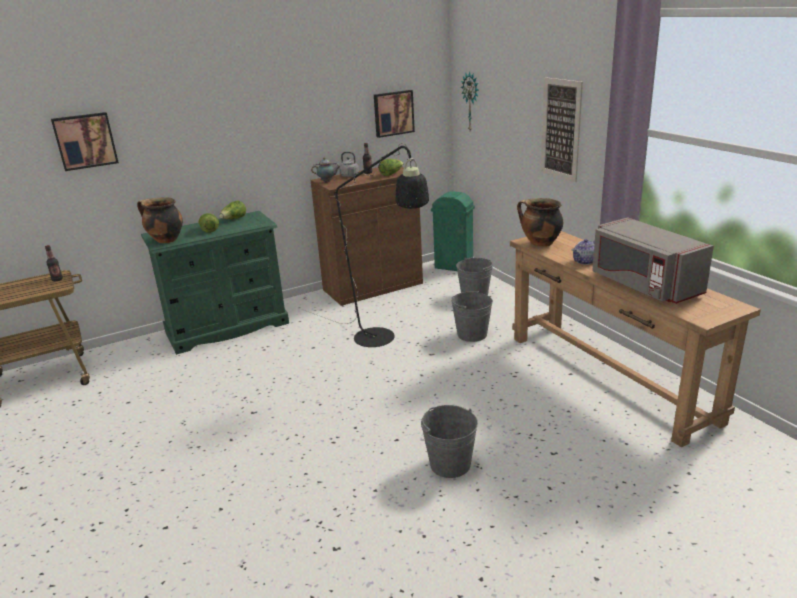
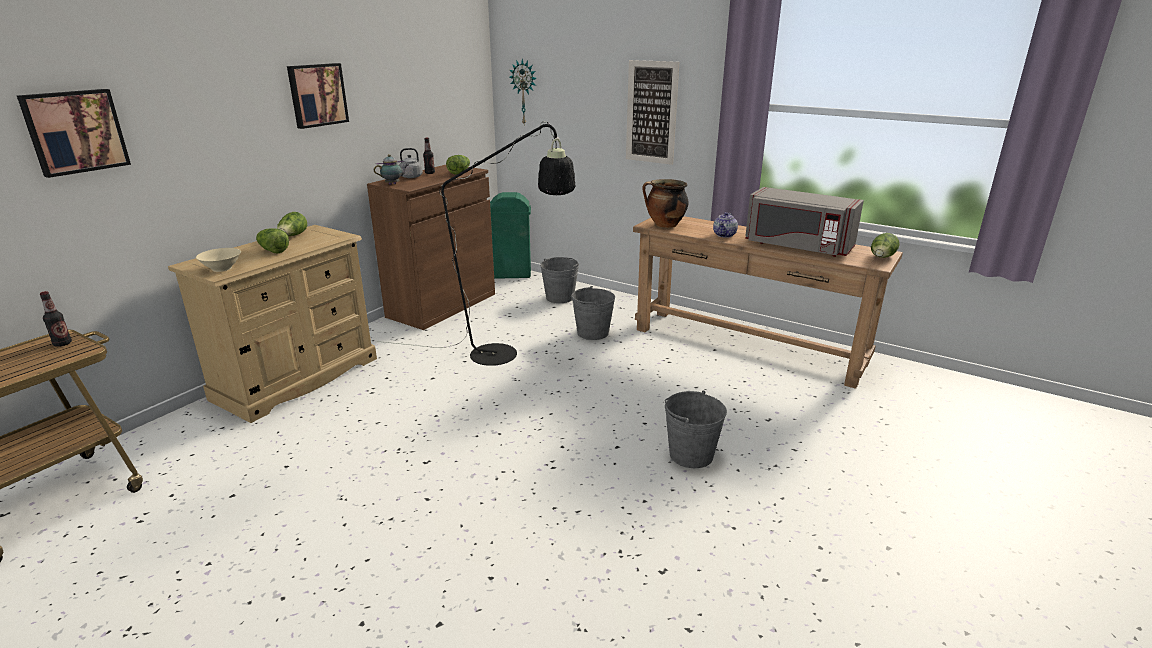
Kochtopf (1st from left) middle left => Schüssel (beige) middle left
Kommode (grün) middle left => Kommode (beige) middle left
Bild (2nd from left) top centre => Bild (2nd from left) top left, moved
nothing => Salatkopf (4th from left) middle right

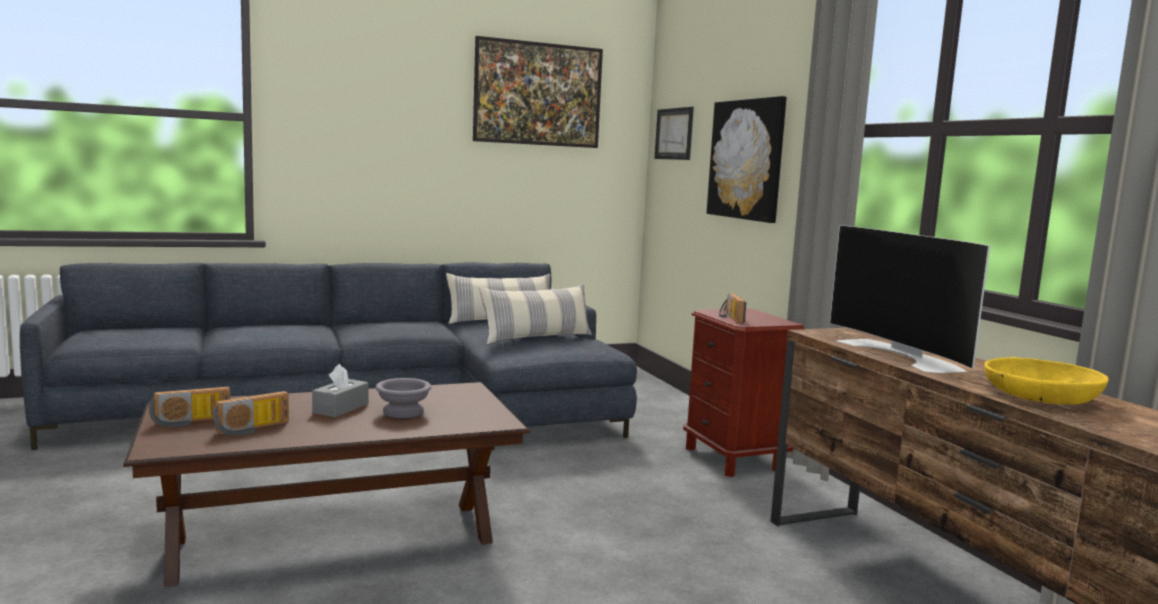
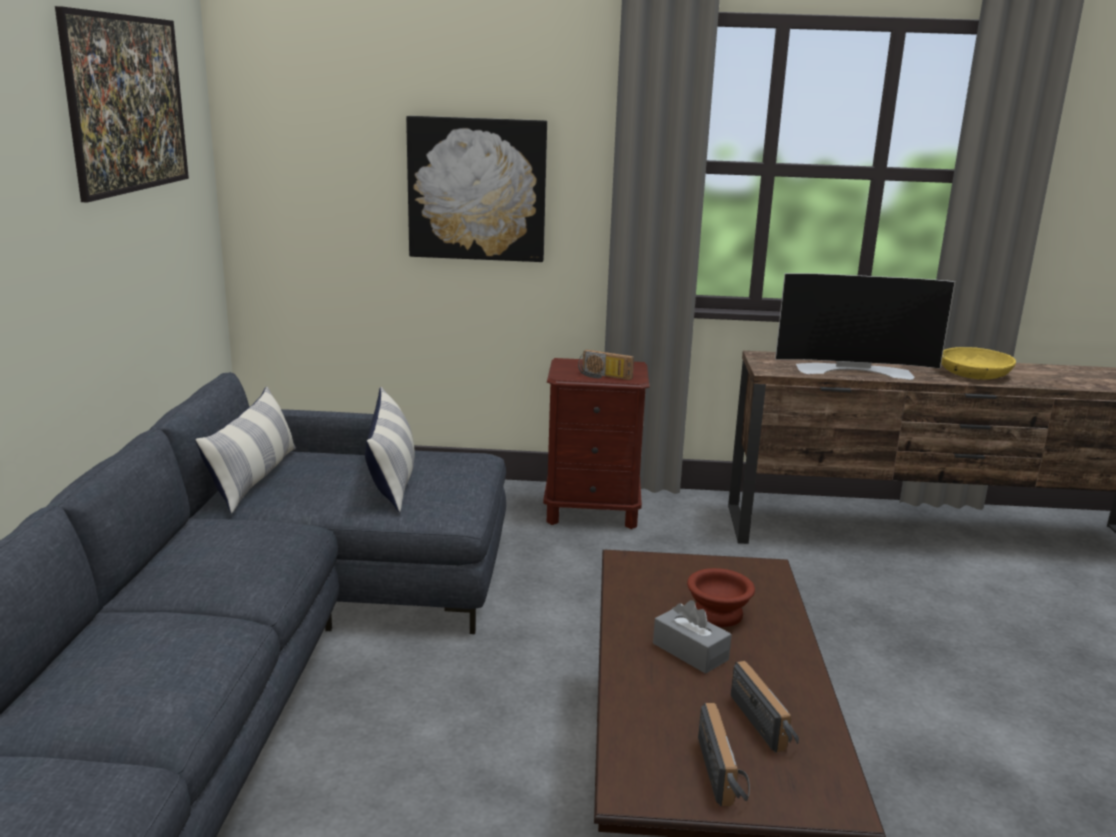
Schüssel (grau) centre => Schüssel (braun) bottom centre
Bild (2nd from left) top centre => nothing

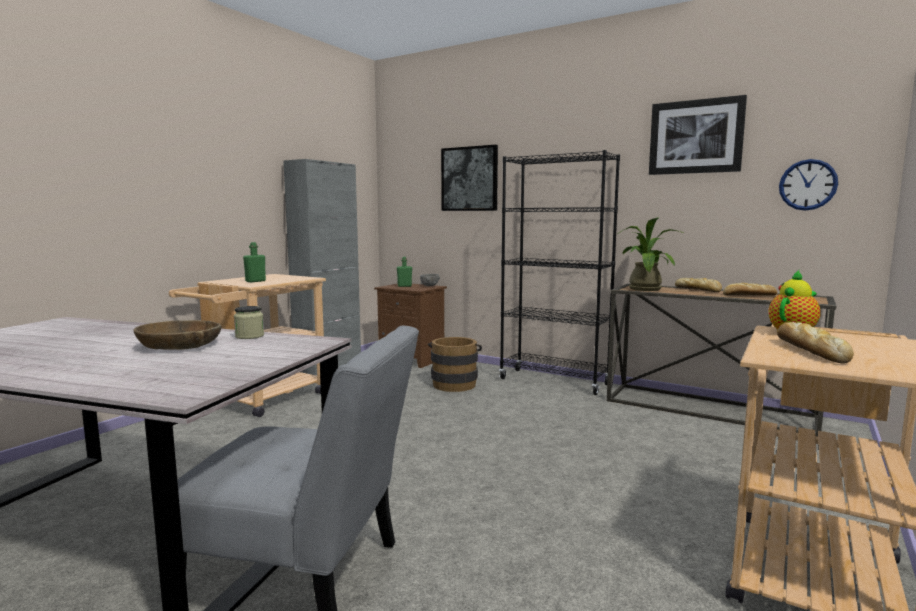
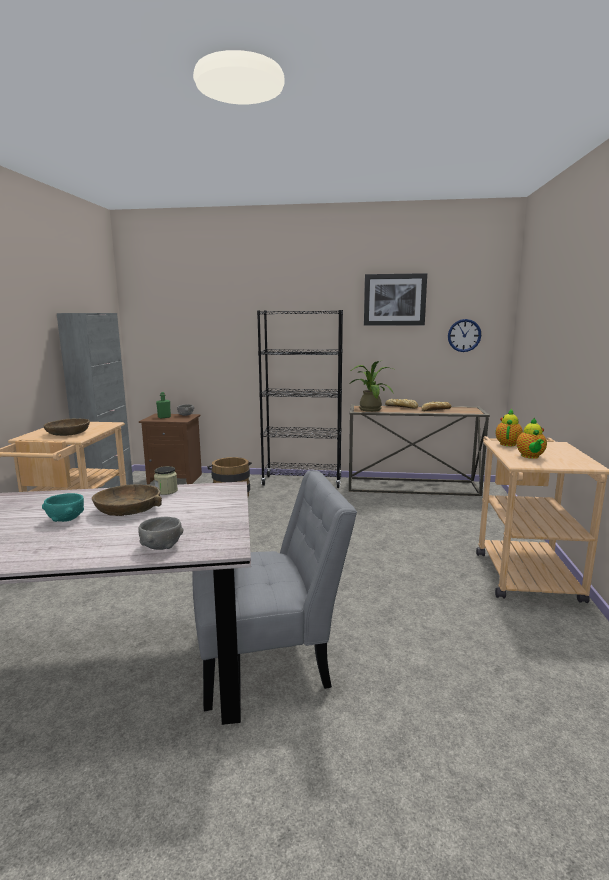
Flasche (grün) (1st from left) middle left => Schüssel (braun) (1st from left) middle left
Bild (1st from left) top centre => nothing
Brot (3rd from left) middle right => Teekanne (2nd from left) middle right
nothing => Schüssel (türkis) middle left
nothing => Schüssel (grau) (1st from left) middle left

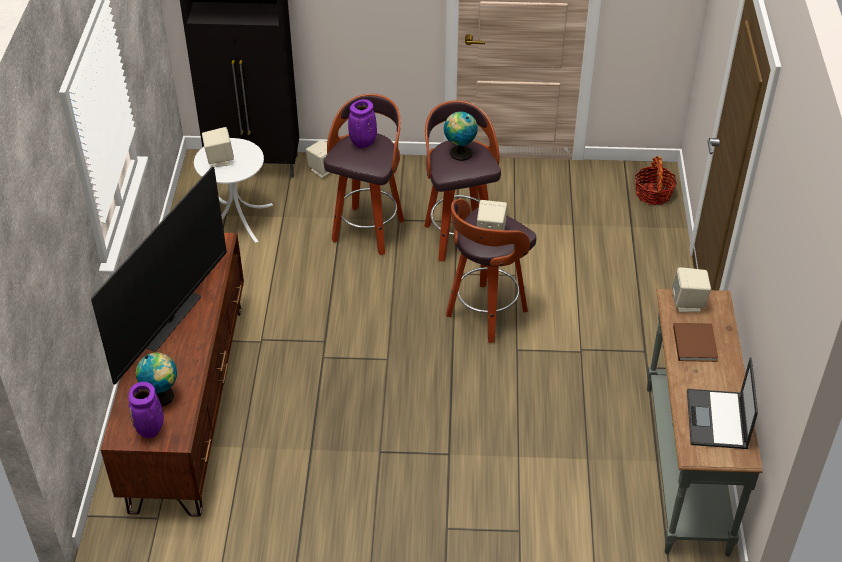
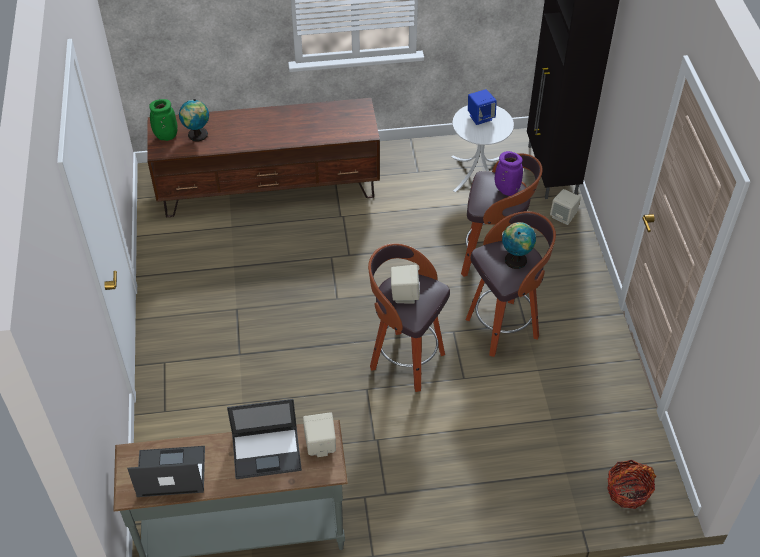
Fernseher middle left => nothing
Vase (lila) (1st from left) bottom left => Vase (grün) top left
Lautsprecher (beige) (1st from left) top left => Lautsprecher (blau) top centre
Buch (braun) middle right => Laptop (2nd from left) bottom centre

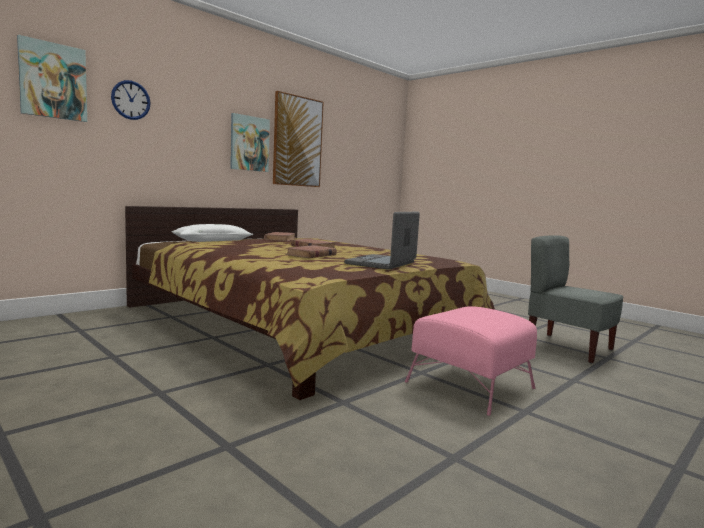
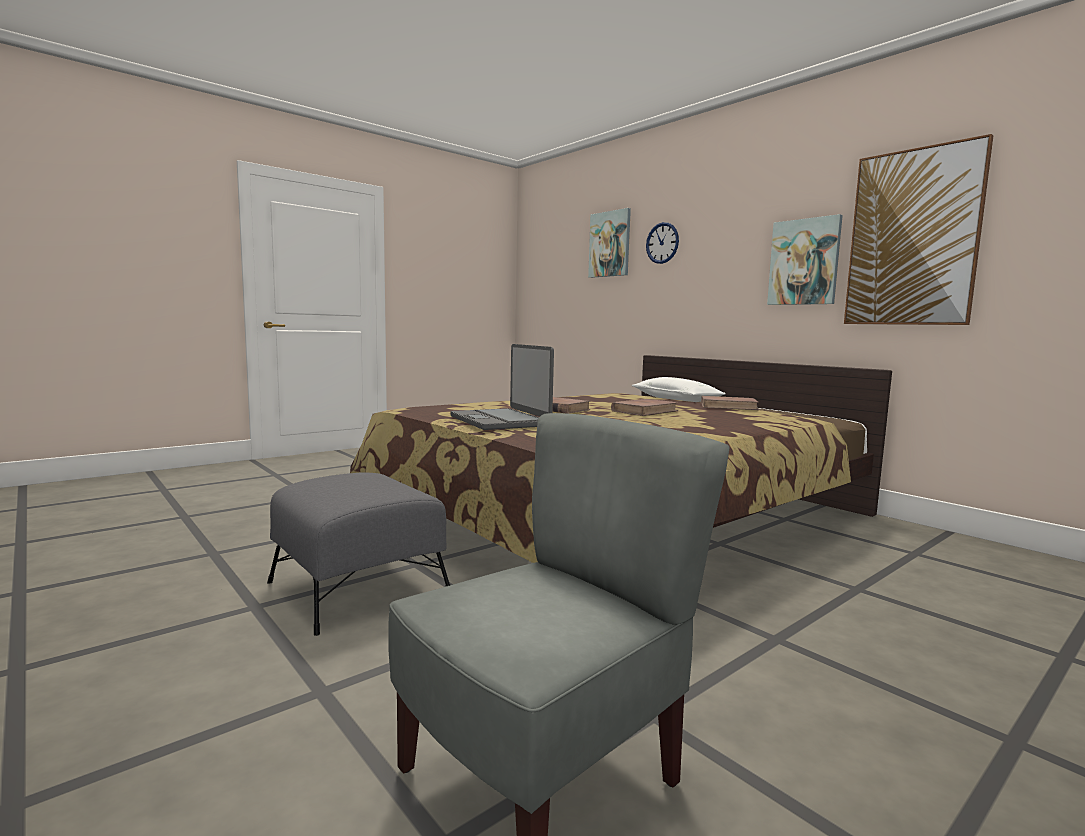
Laptop centre, 150 degrees counterclockwise
Polsterhocker (rosa) bottom right => Polsterhocker (grau) middle left

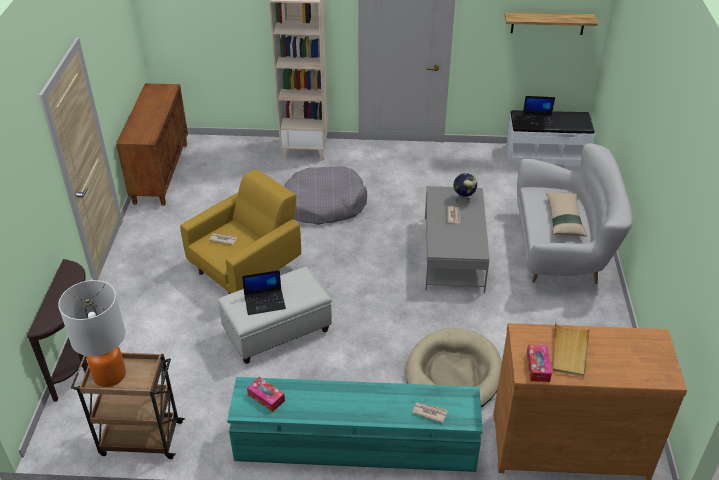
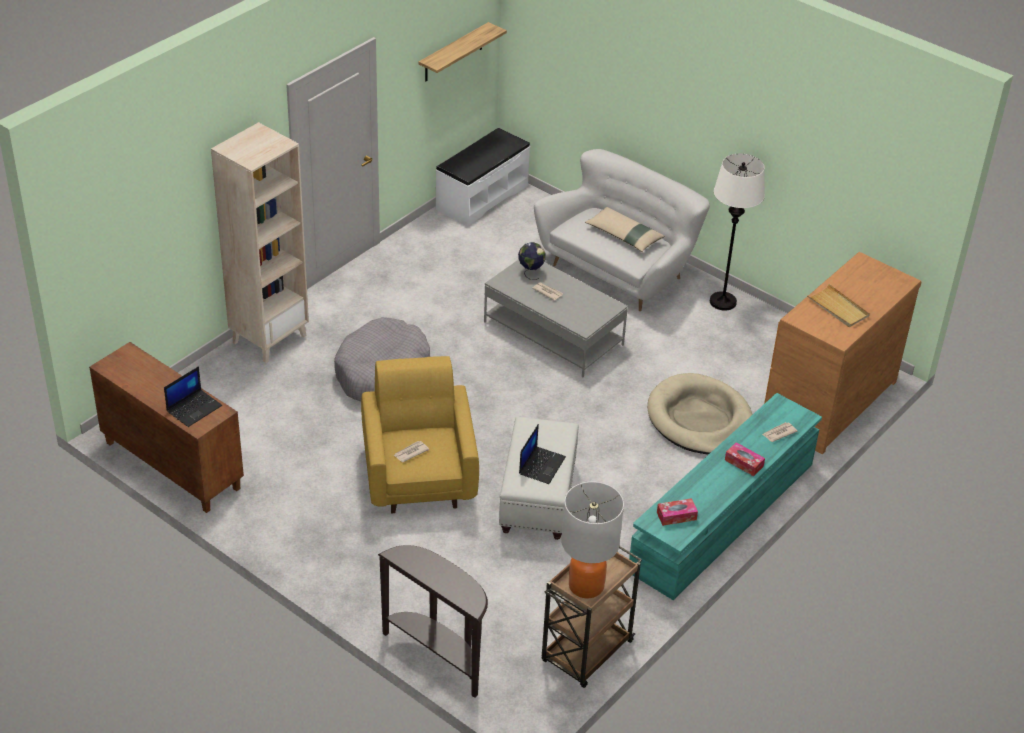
Laptop (2nd from left in the first image) top right => Laptop (1st from left) middle left, moved
Taschentuchbox (2nd from left) bottom right => Taschentuchbox (2nd from left) middle right, moved
nothing => Stehlampe (weiß) top right

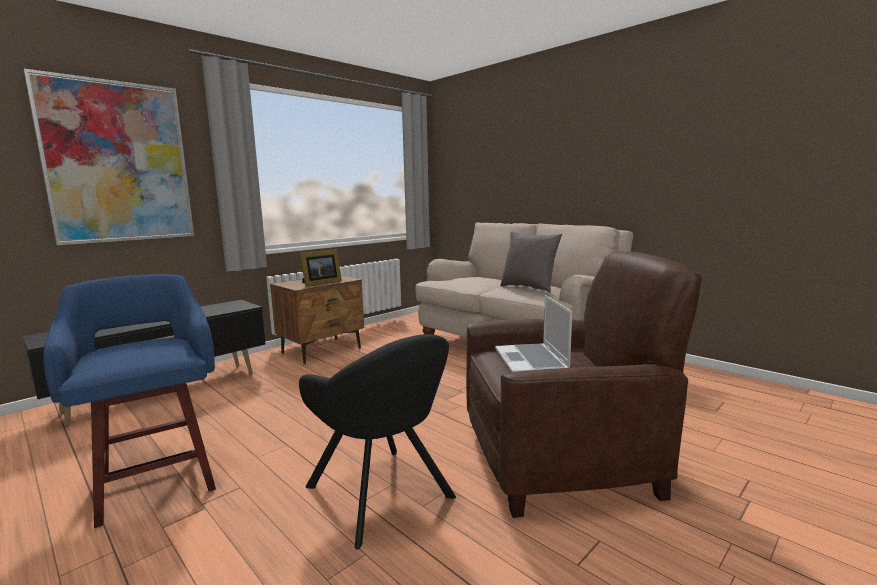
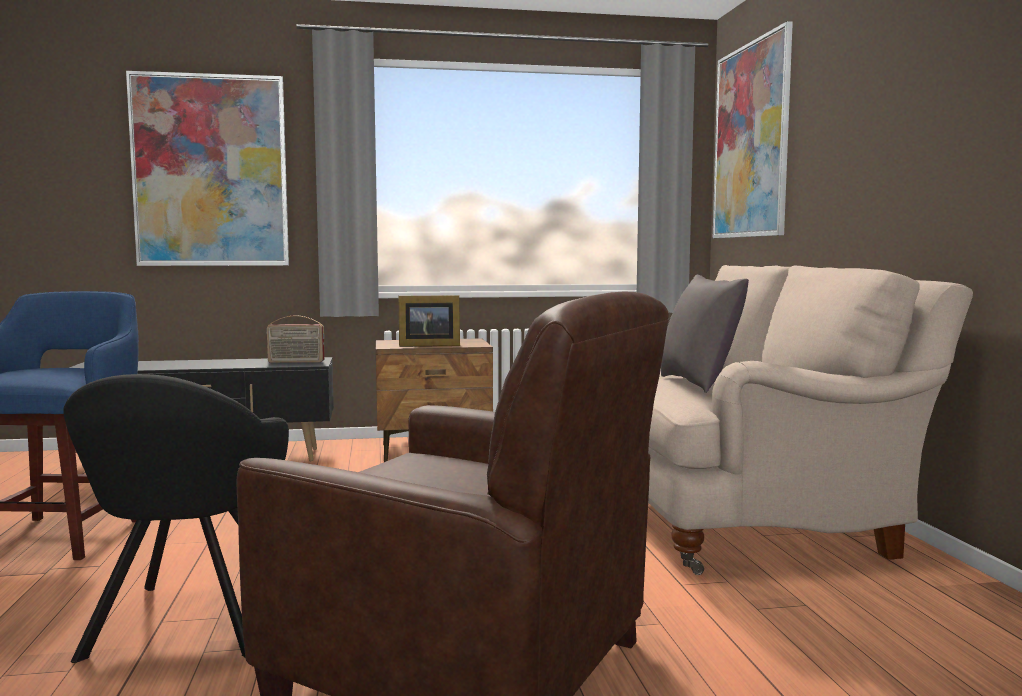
Laptop centre => nothing
nothing => Radio middle left
nothing => Bild (2nd from left) top right

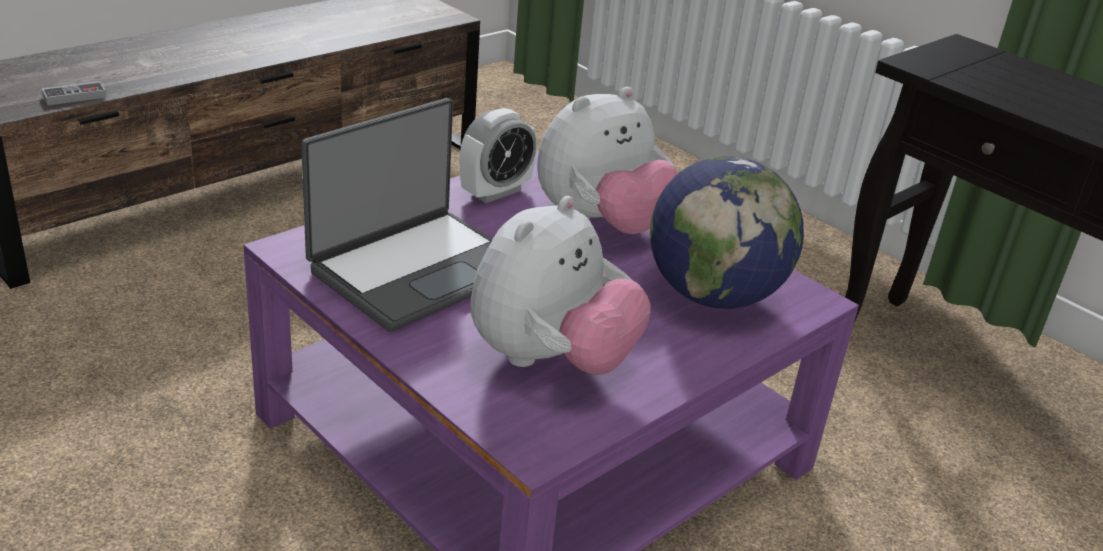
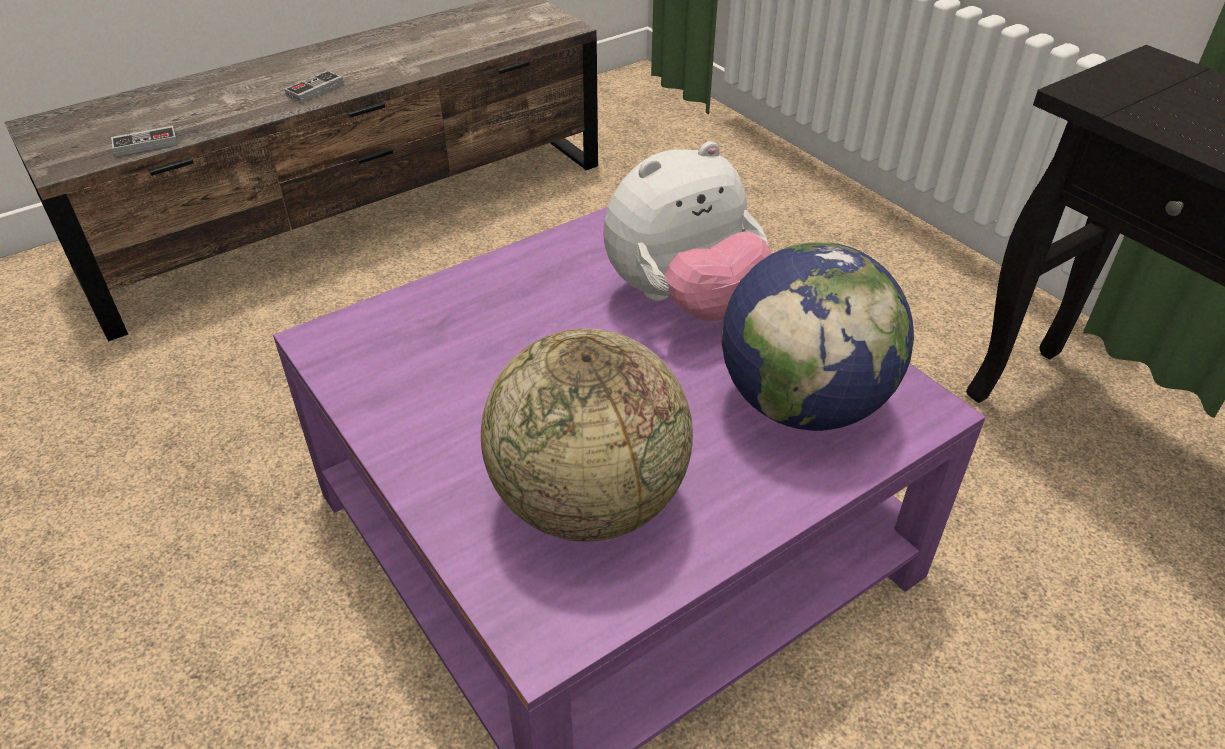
Laptop centre => nothing
Wecker top centre => nothing
Plüschtier (1st from left) centre => Globus (1st from left) centre
nothing => Gamepad (2nd from left) top left

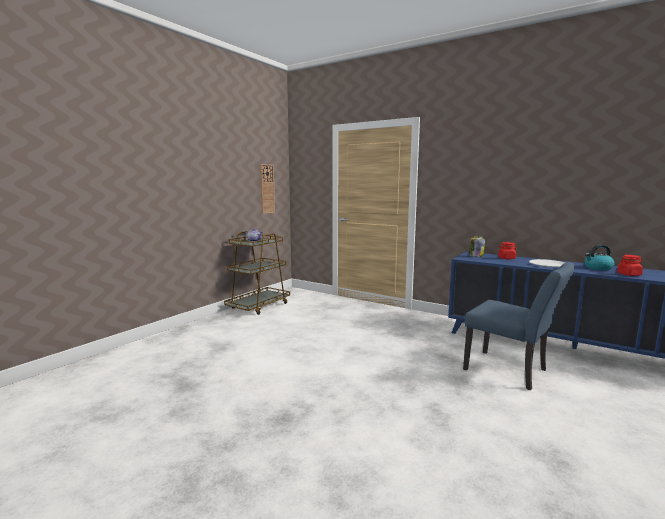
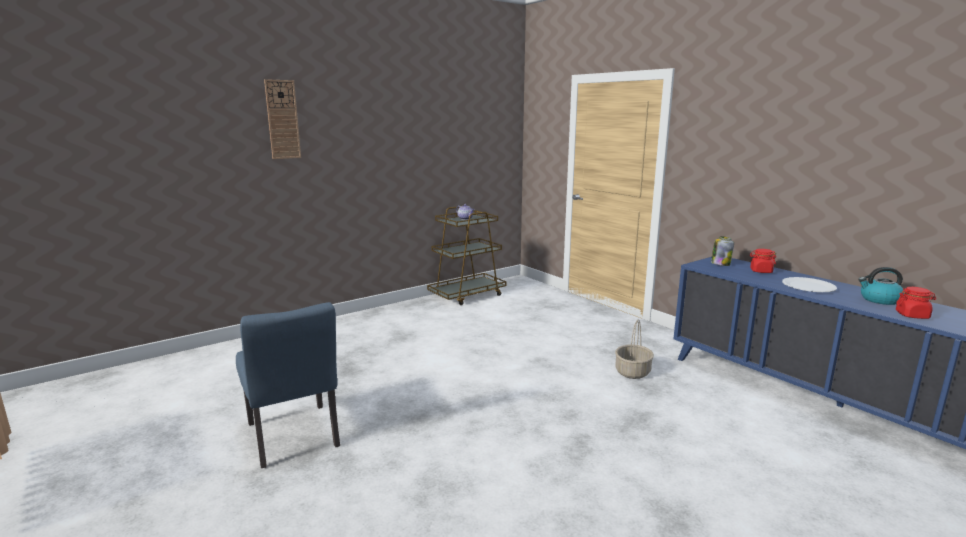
Wanduhr centre => Wanduhr top left, moved
Stuhl (blau) middle right => Stuhl (blau) bottom left, moved
nothing => Korb centre

